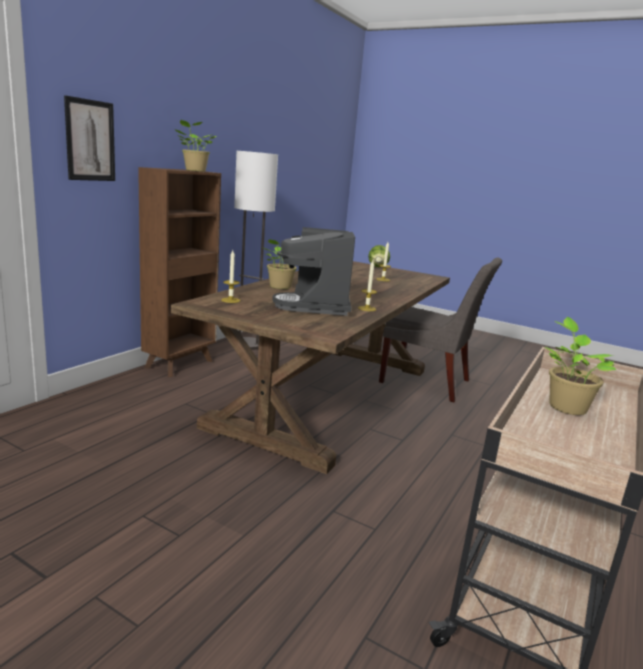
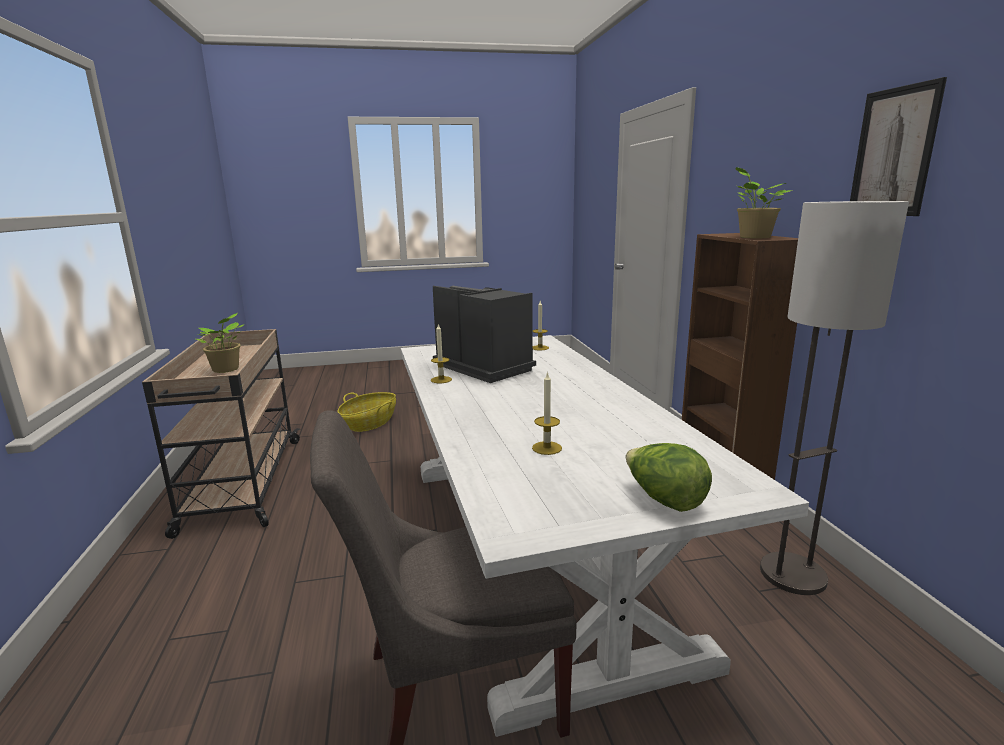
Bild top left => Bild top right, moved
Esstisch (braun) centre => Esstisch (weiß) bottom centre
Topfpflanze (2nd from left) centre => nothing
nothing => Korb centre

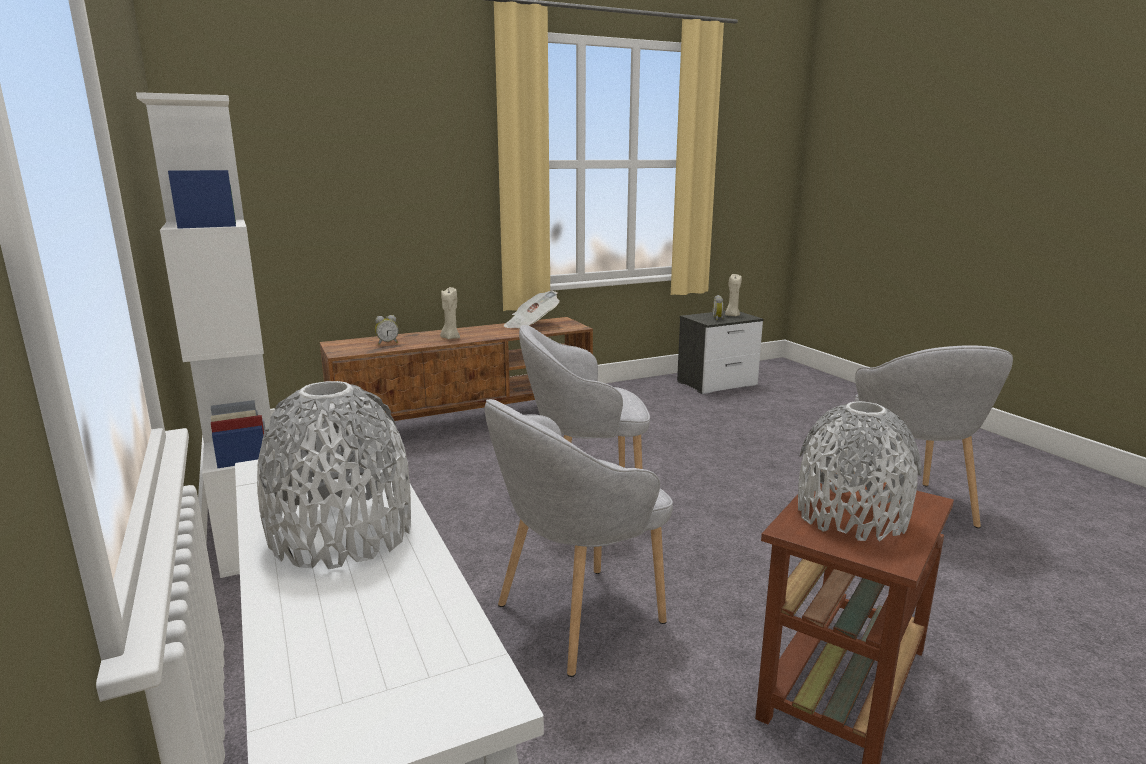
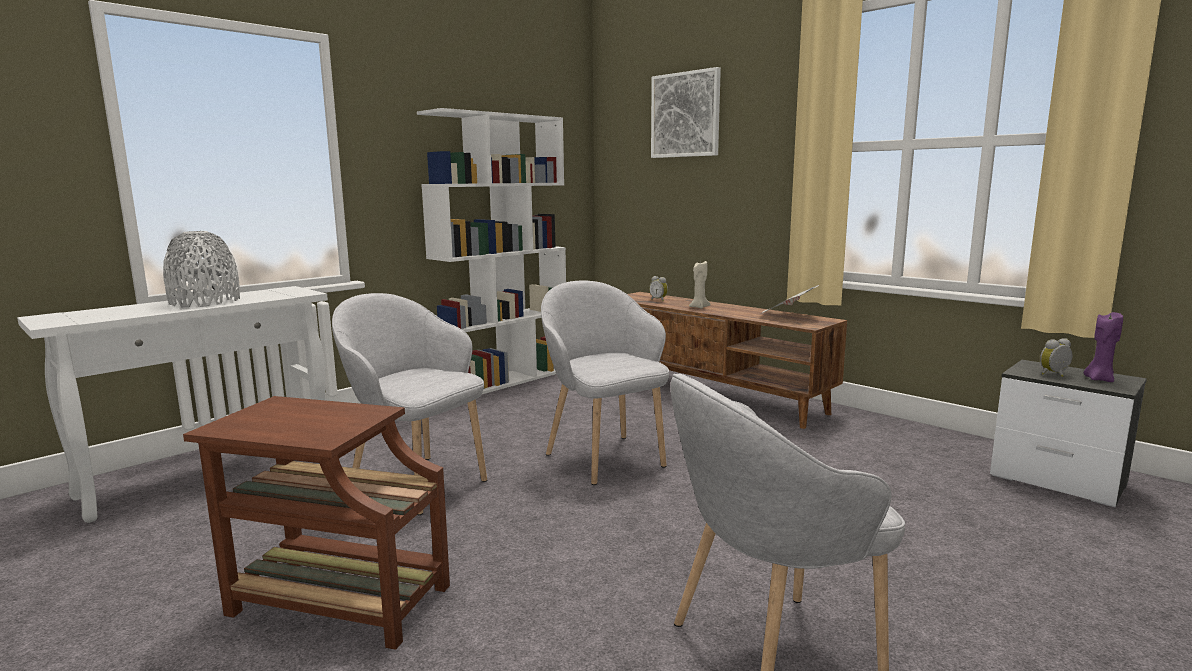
Kerze (beige) (2nd from left) centre => Kerze (lila) middle right
Vase (grau) (2nd from left) middle right => nothing
nothing => Bild top centre

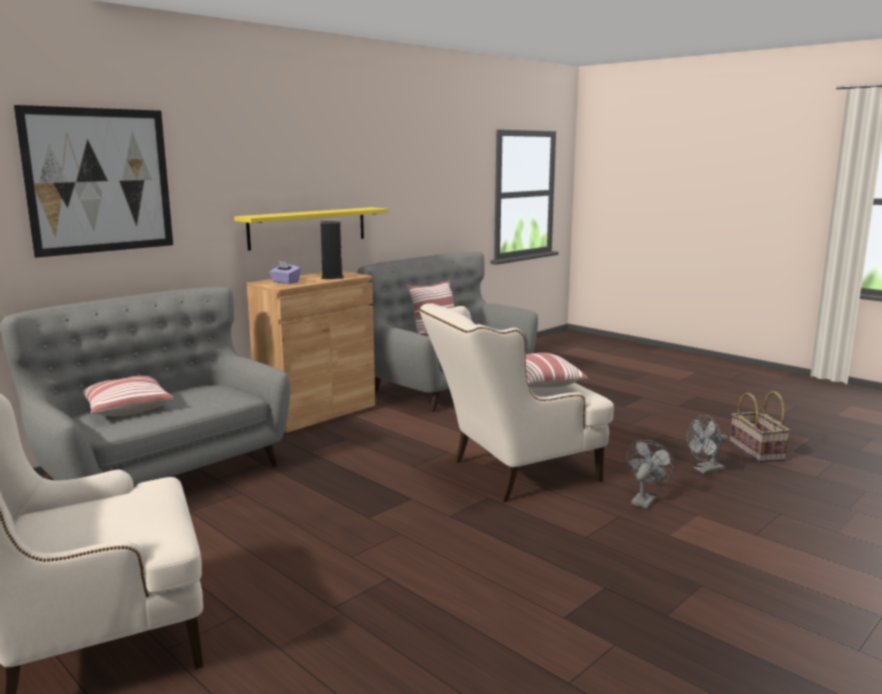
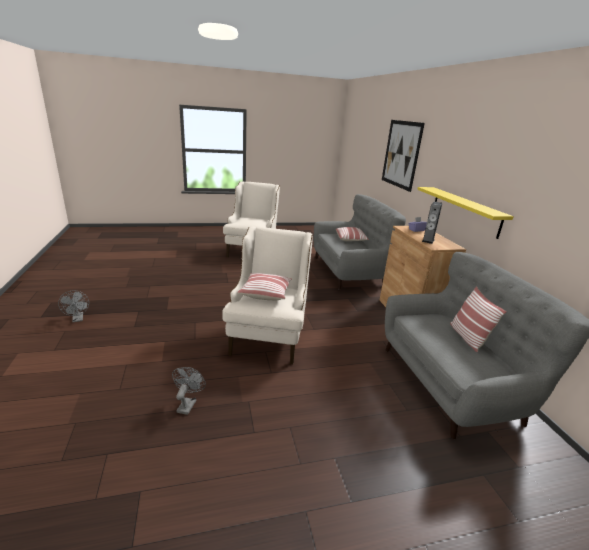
Ventilator (grau) (1st from left) bottom right => Ventilator (grau) (1st from left) middle left, moved
Korb middle right => nothing

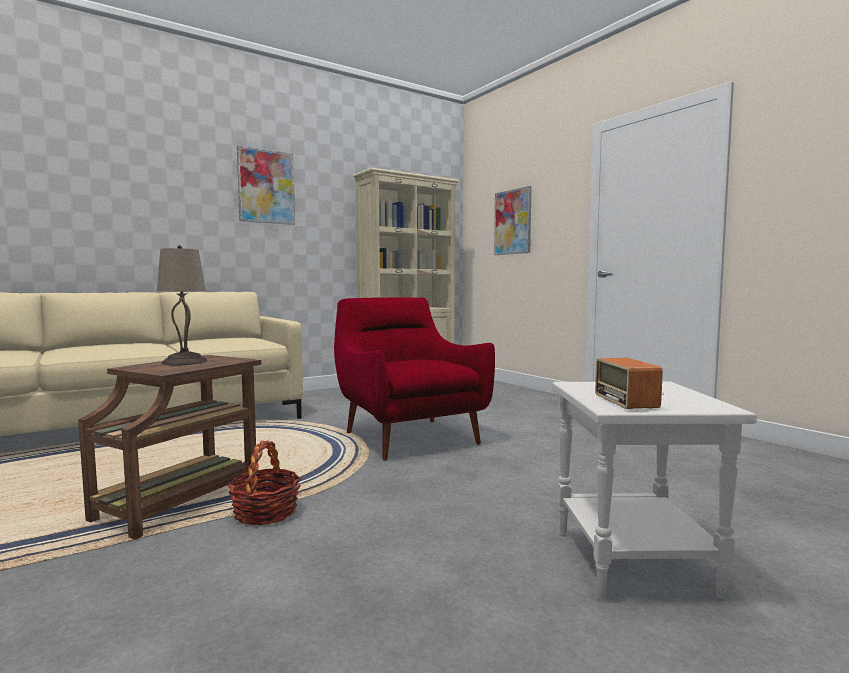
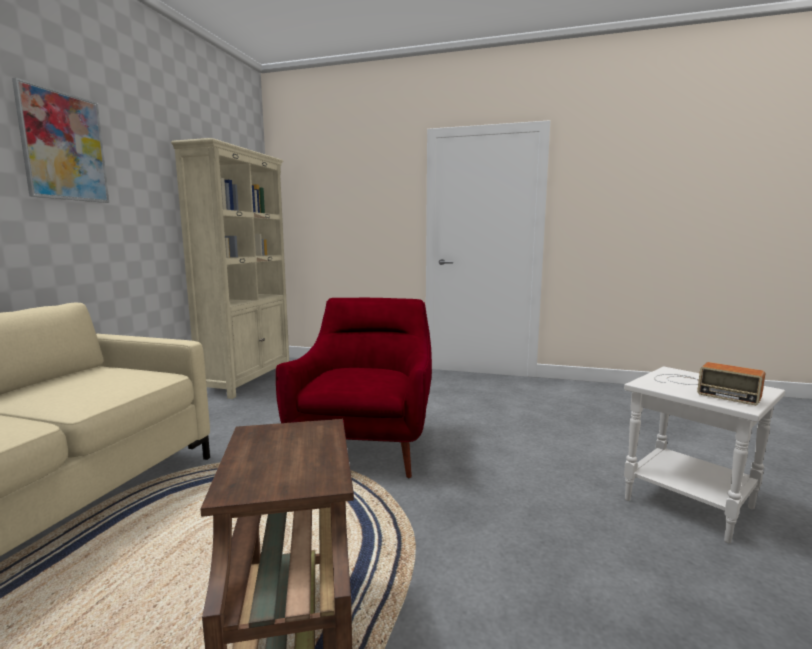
Tischlampe (beige) middle left => nothing
Korb bottom left => nothing
Sessel (rot) centre, 75 degrees clockwise
Bild (2nd from left) top centre => nothing

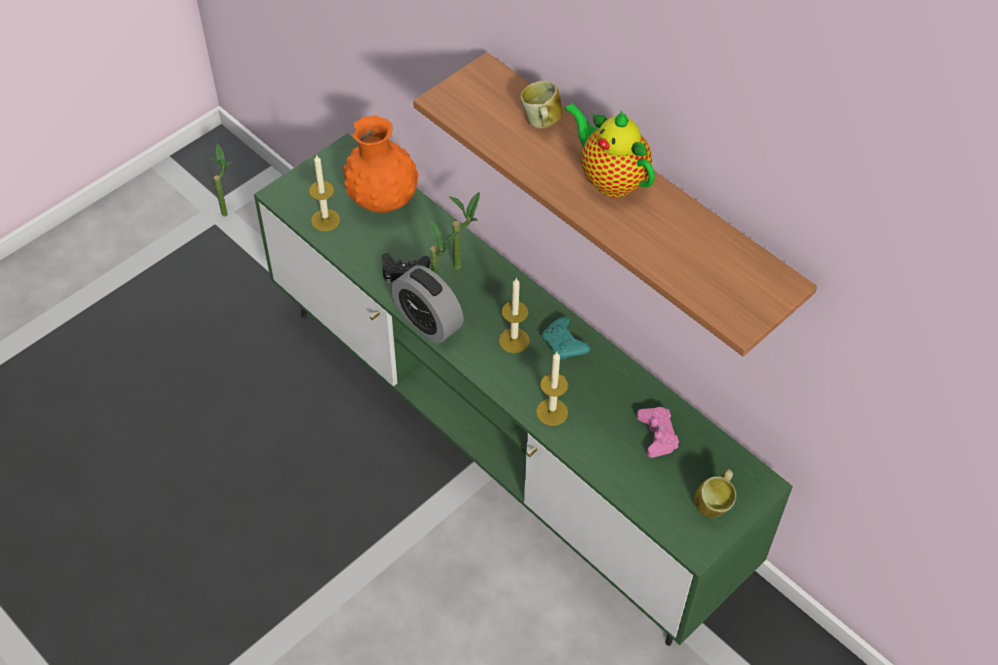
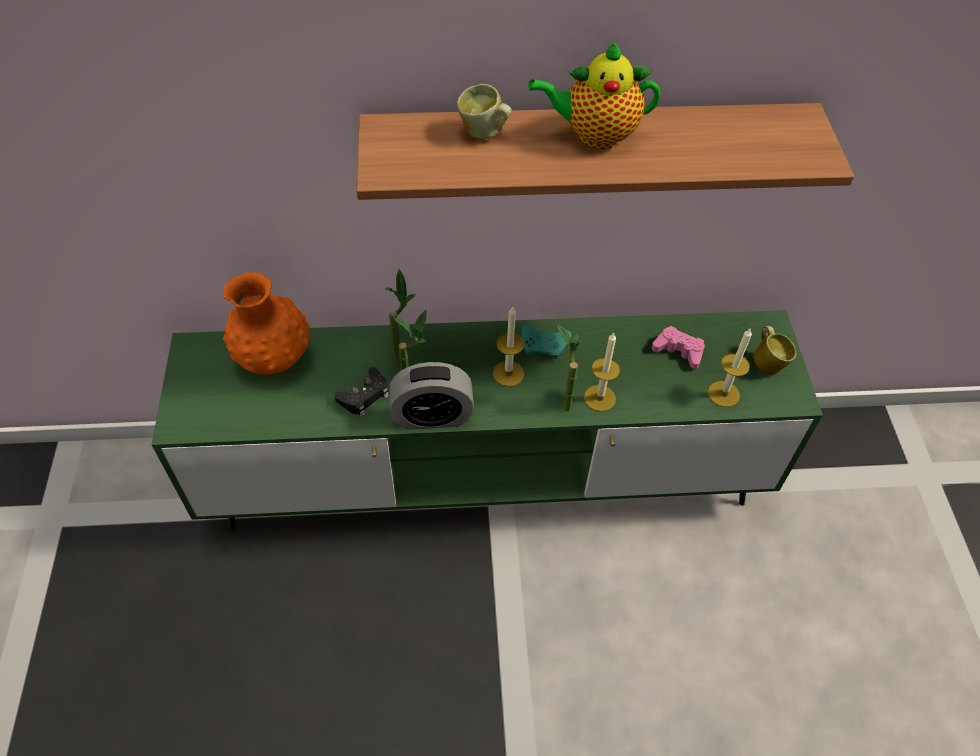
Topfpflanze (1st from left in the first image) top left => Topfpflanze (3rd from left) centre, moved
Kerze (1st from left in the first image) top left => Kerze (3rd from left) middle right, moved

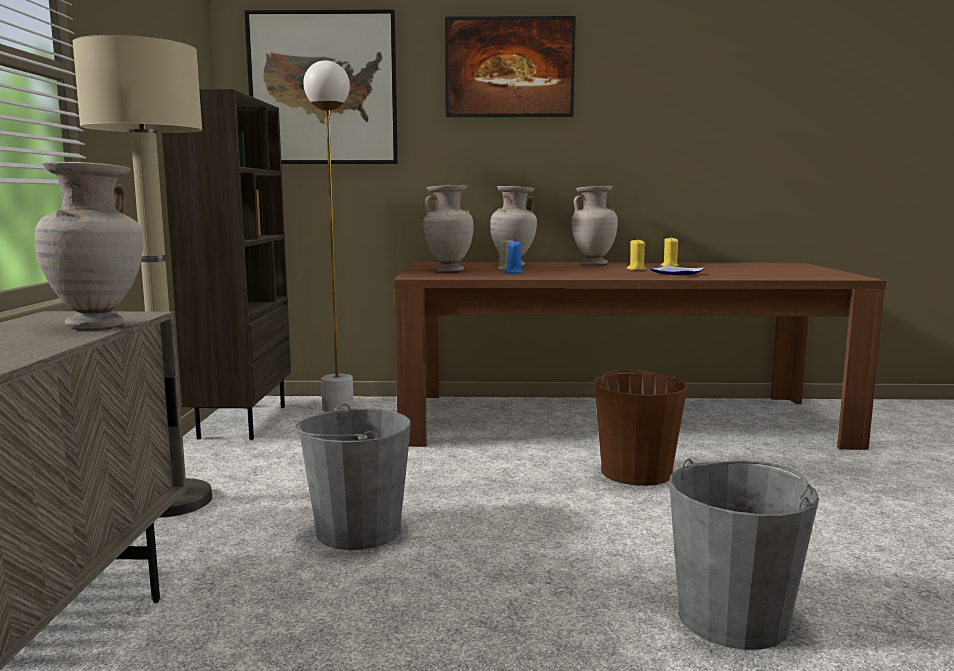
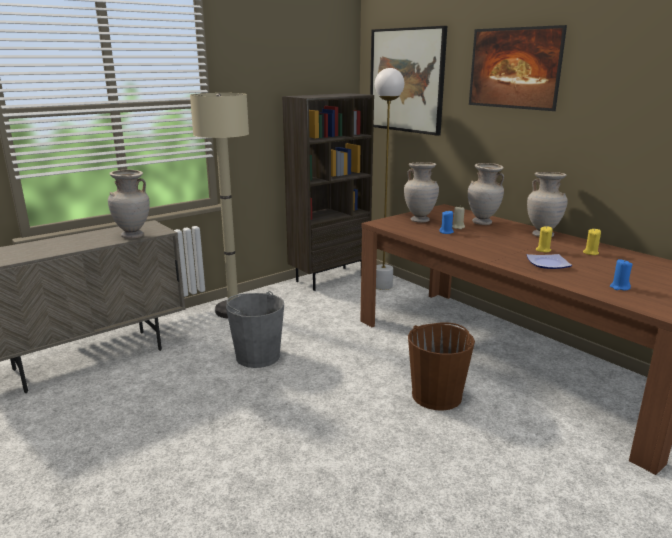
Eimer (grau) (2nd from left) bottom right => nothing
nothing => Kerze (blau) (2nd from left) middle right

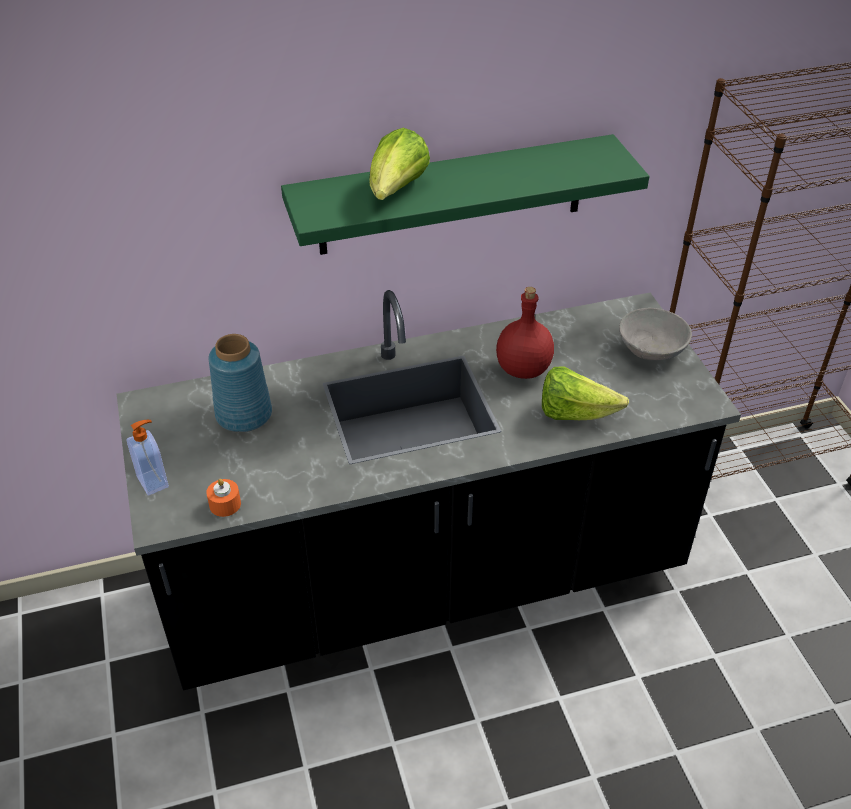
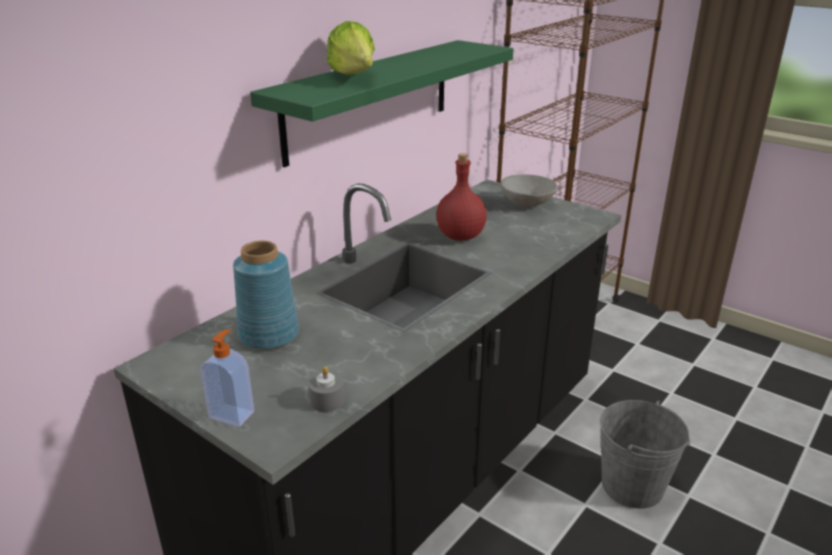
Kerze (orange) middle left => Kerze (grau) bottom centre
Salatkopf (2nd from left) middle right => nothing
nothing => Eimer (grau) bottom right

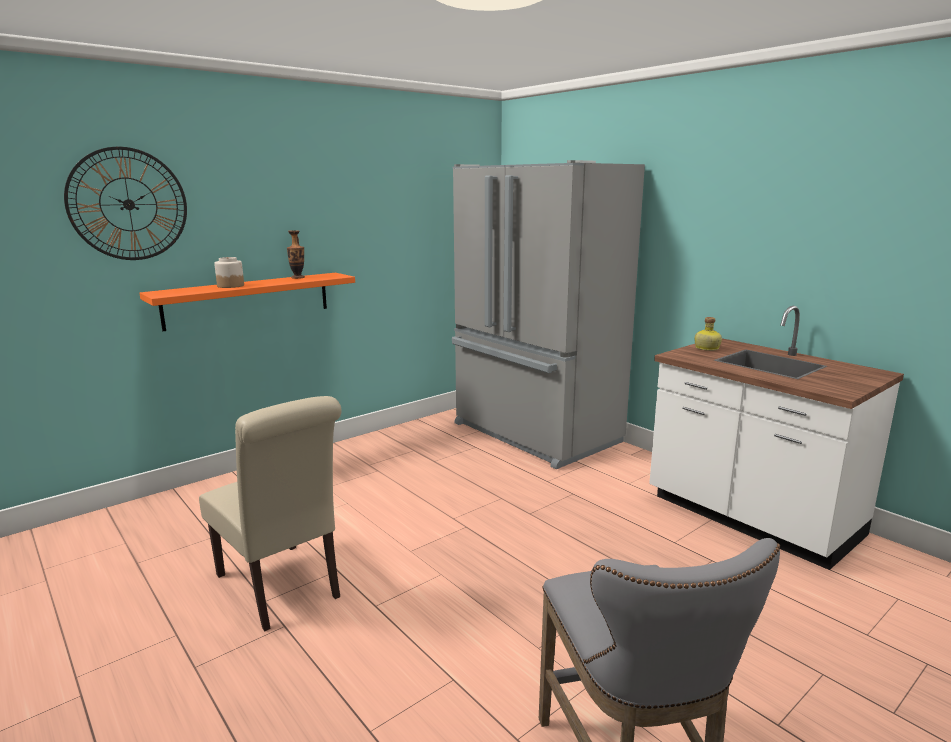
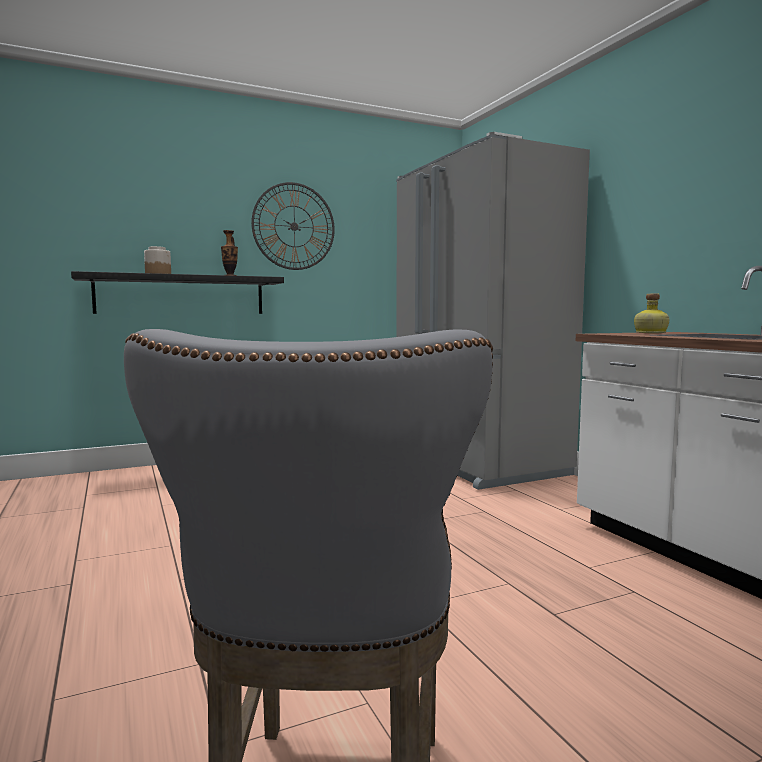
Wanduhr top left => Wanduhr top centre, moved
Wandregal (orange) middle left => Wandregal (schwarz) middle left
Stuhl (beige) bottom left => nothing

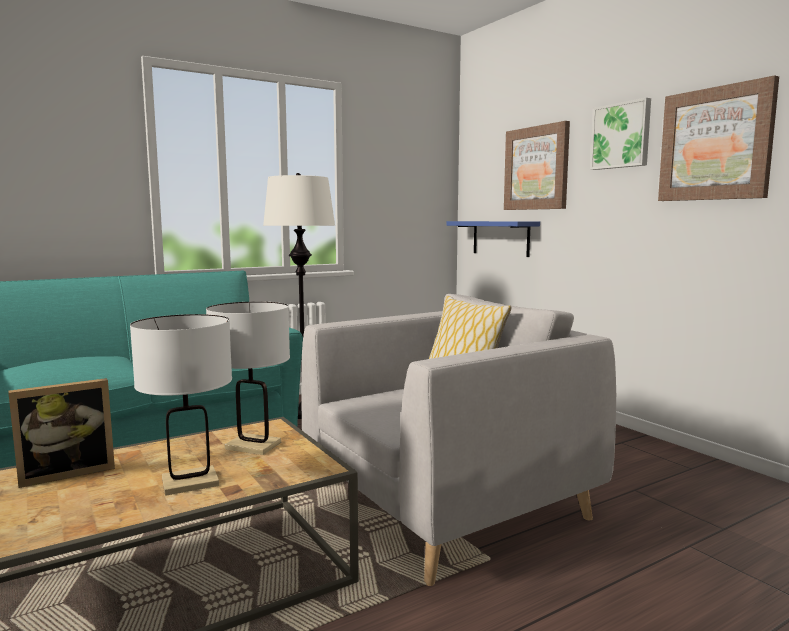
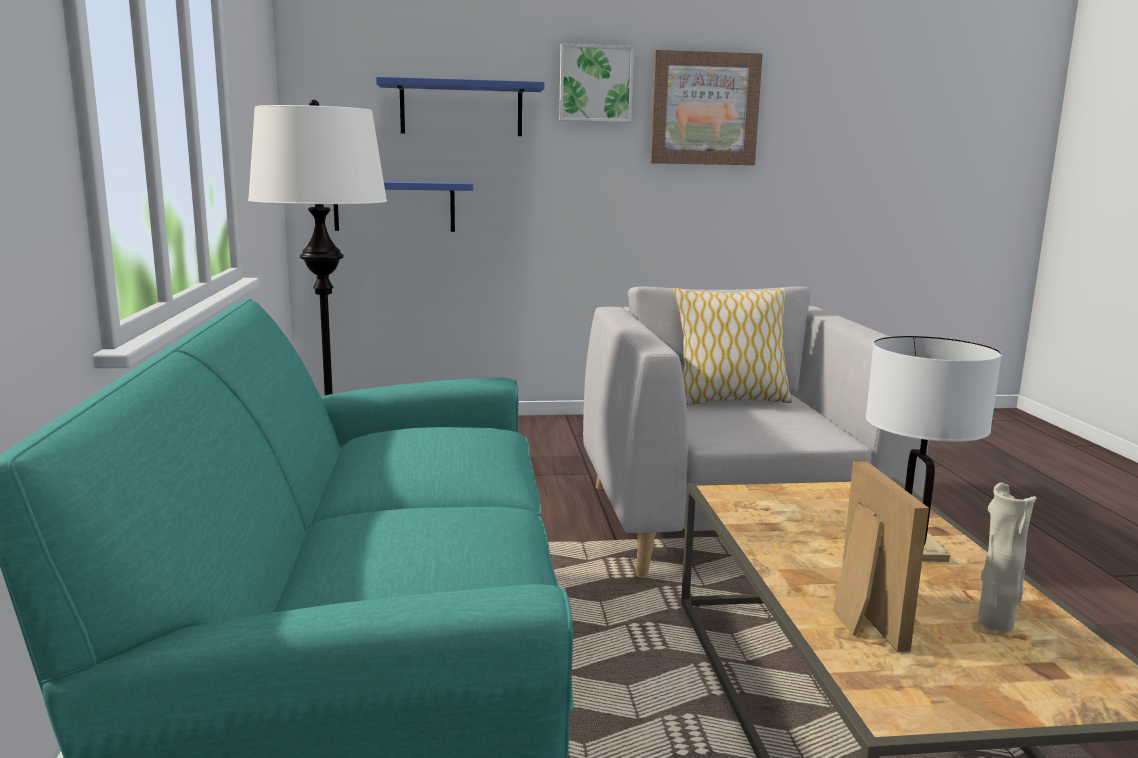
Tischlampe (weiß) (2nd from left) middle left => nothing
Bild (1st from left) top right => Wandregal (blau) (2nd from left) top centre
nothing => Vase (beige) bottom right

